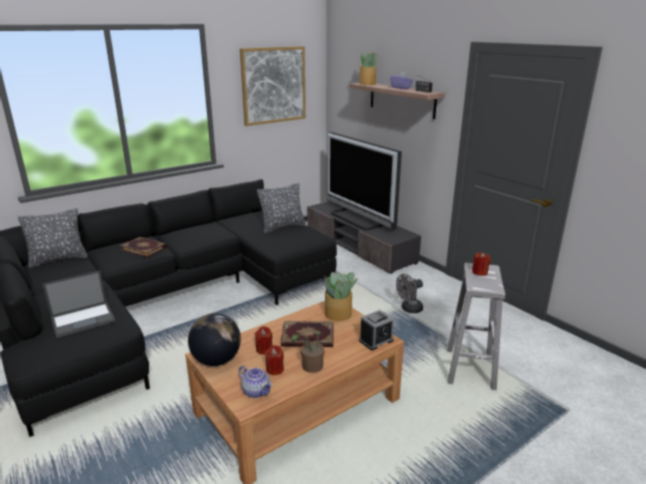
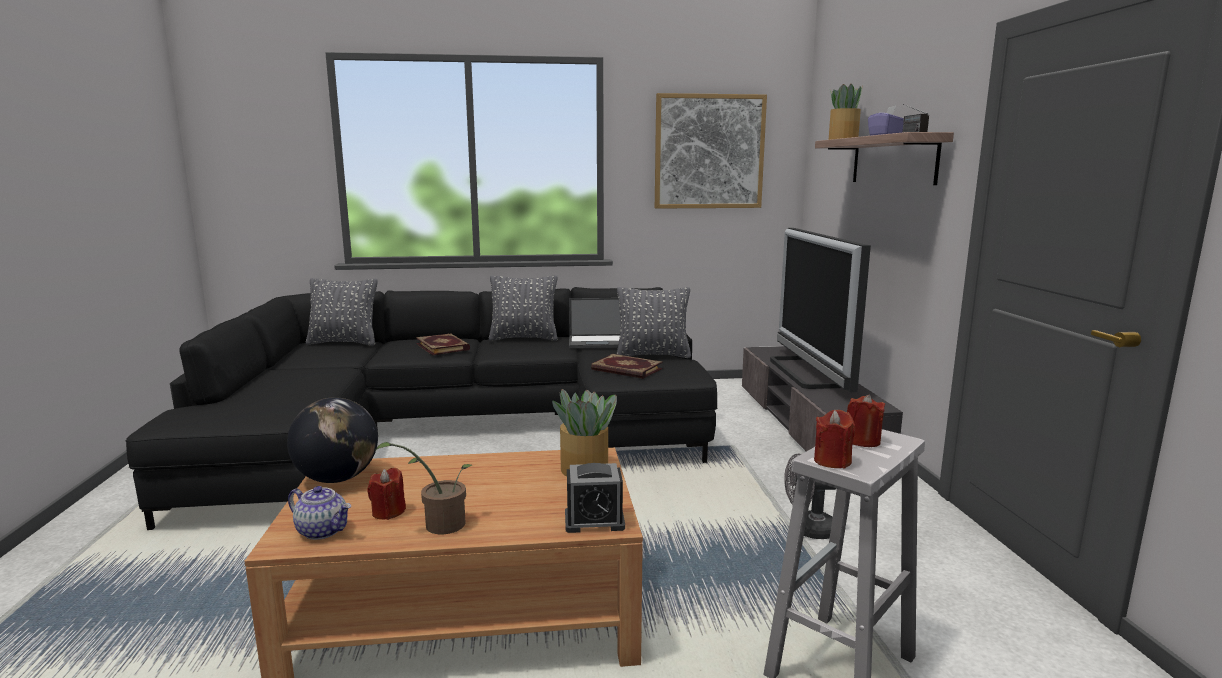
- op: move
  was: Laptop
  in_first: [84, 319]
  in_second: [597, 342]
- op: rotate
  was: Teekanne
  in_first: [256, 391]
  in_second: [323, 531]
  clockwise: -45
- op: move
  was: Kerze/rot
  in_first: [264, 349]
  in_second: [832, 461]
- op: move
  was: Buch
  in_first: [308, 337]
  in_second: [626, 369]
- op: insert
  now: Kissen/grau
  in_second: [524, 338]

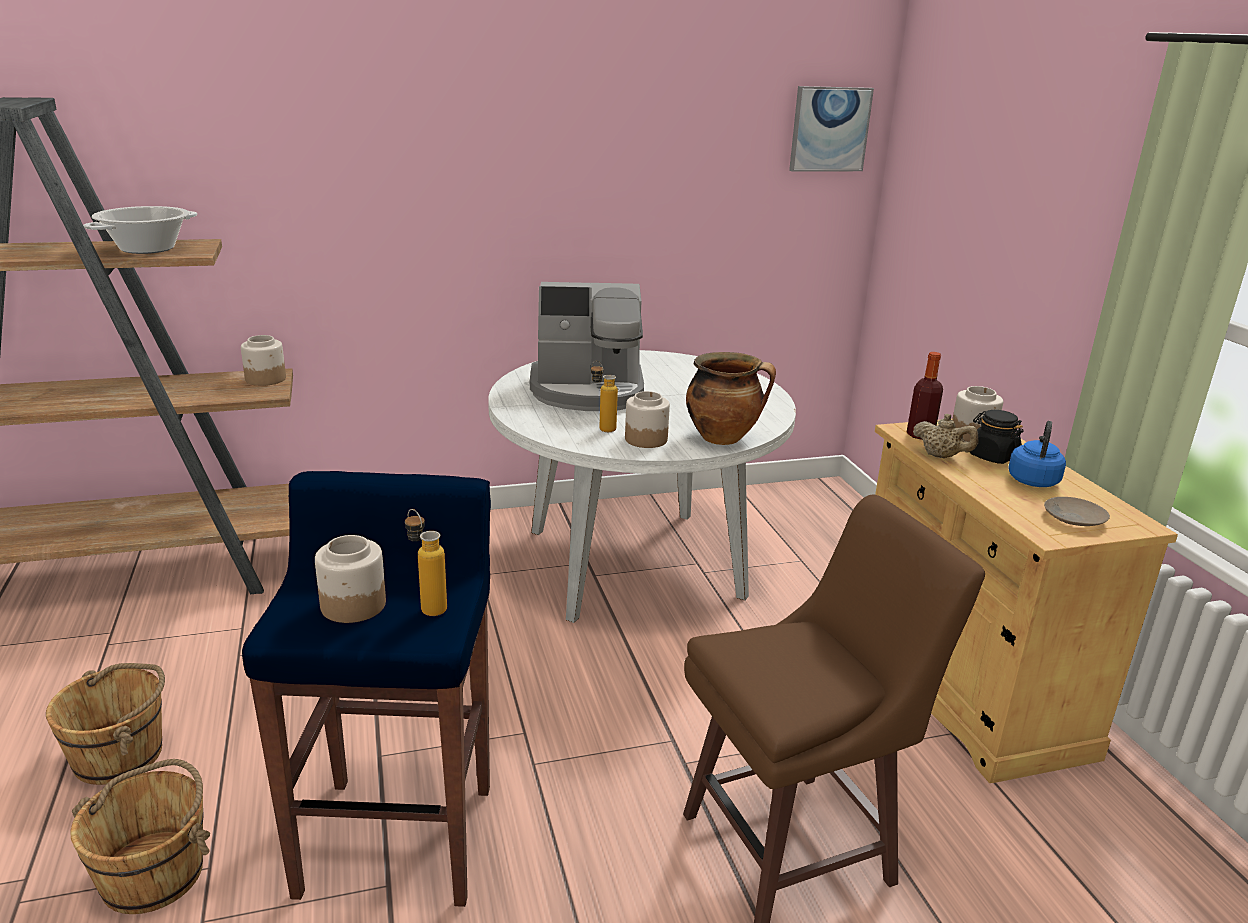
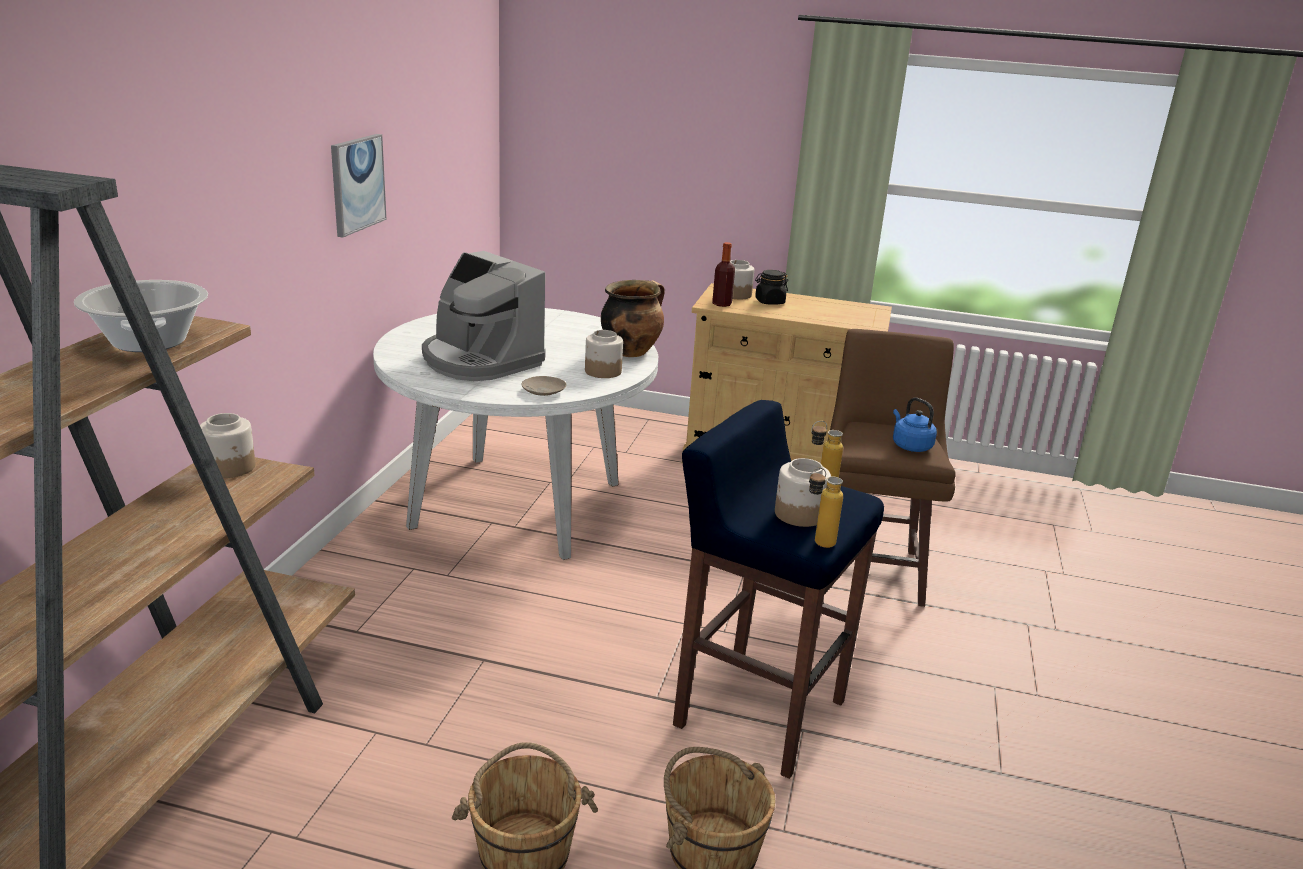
- op: rotate
  was: Kaffeemaschine
  in_first: [588, 391]
  in_second: [480, 360]
  clockwise: 105
- op: move
  was: Flasche
  in_first: [602, 427]
  in_second: [817, 544]
- op: move
  was: Bild
  in_first: [829, 129]
  in_second: [357, 184]
- op: delete
  was: Teekanne/beige
  in_first: [941, 456]
- op: move
  was: Wasserkessel/blau
  in_first: [1033, 480]
  in_second: [910, 446]
- op: move
  was: Teller/beige
  in_first: [1073, 518]
  in_second: [543, 391]

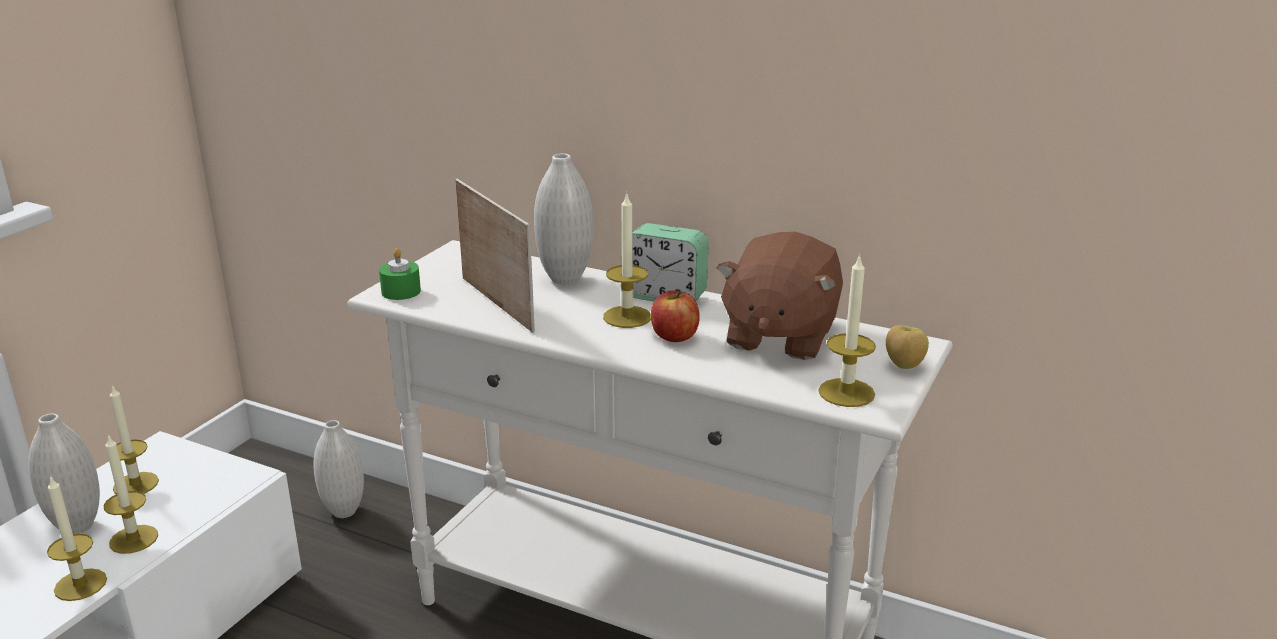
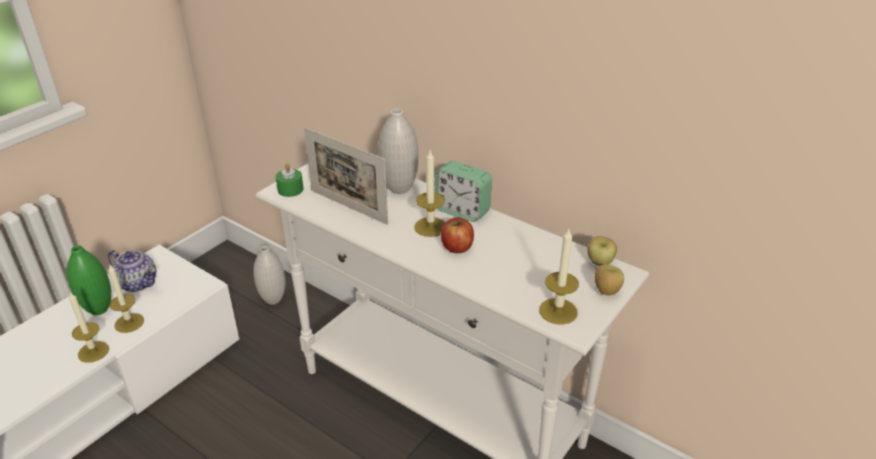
- op: recolor
  was: Vase/weiß
  now: Vase/grün
  in_first: [77, 526]
  in_second: [99, 309]
- op: replace
  was: Kerze
  now: Teekanne
  in_first: [136, 484]
  in_second: [137, 283]
- op: rotate
  was: Bilderrahmen
  in_first: [496, 304]
  in_second: [348, 207]
  clockwise: 150
- op: delete
  was: Plüschtier/braun
  in_first: [779, 336]
- op: insert
  now: Apfel
  in_second: [600, 263]

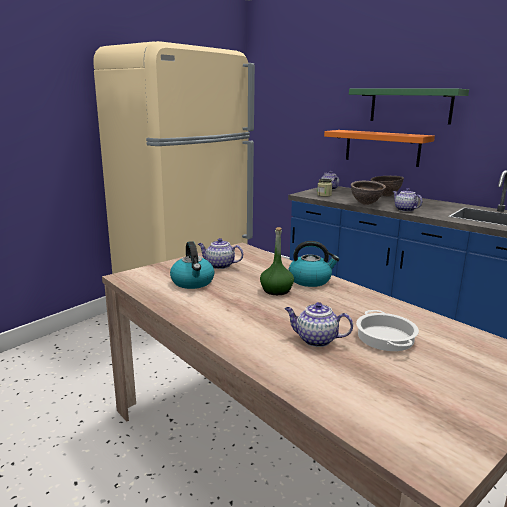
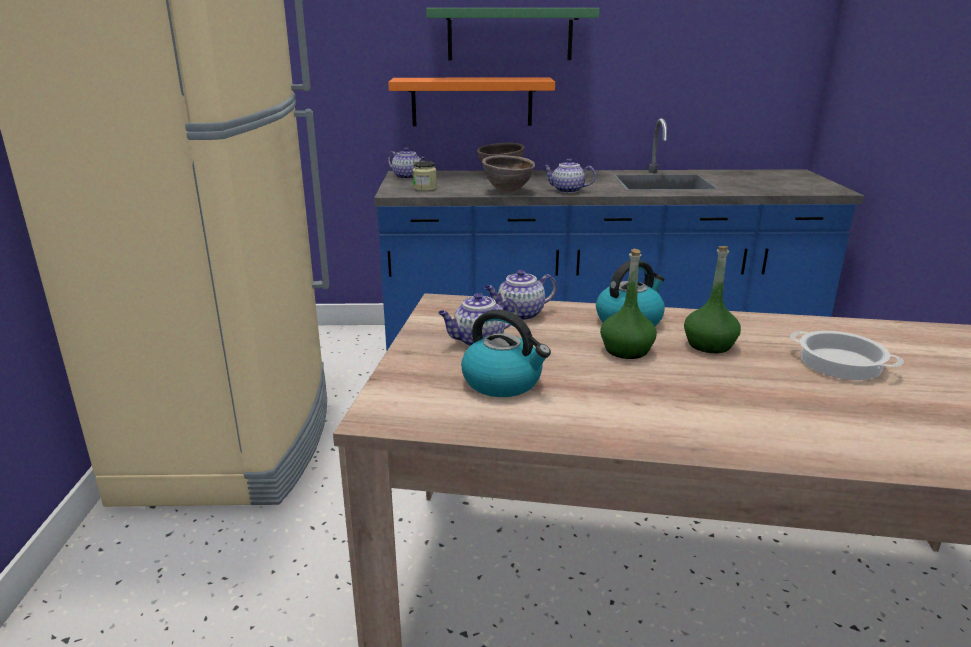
- op: move
  was: Teekanne
  in_first: [315, 340]
  in_second: [519, 314]
- op: insert
  now: Flasche/grün
  in_second: [709, 345]

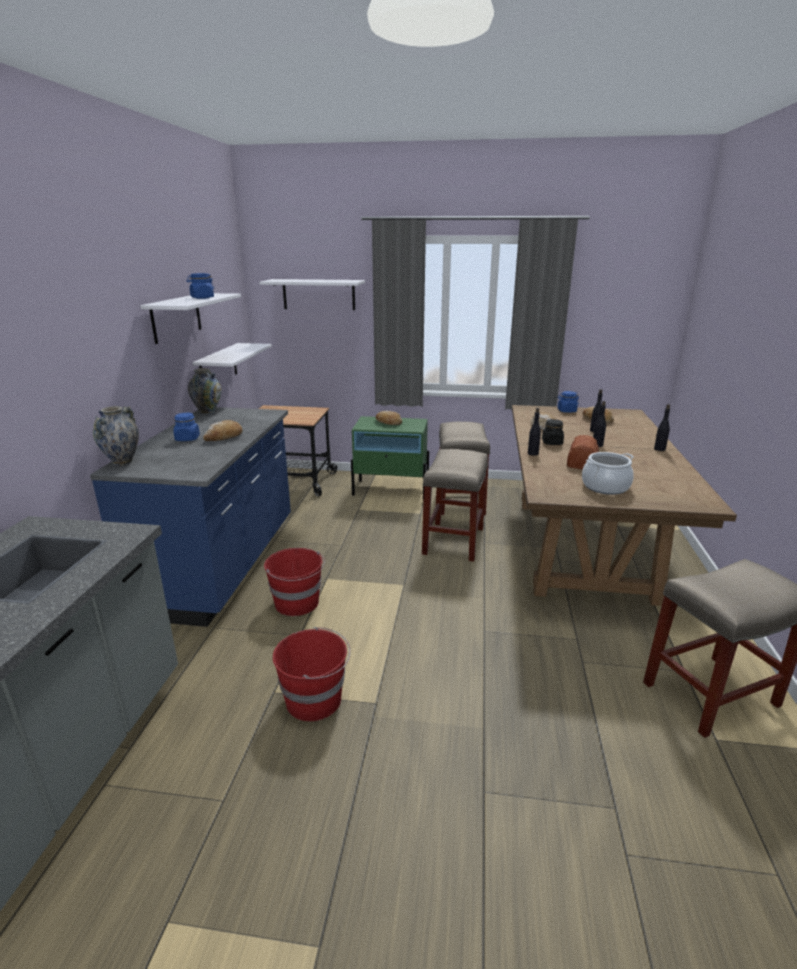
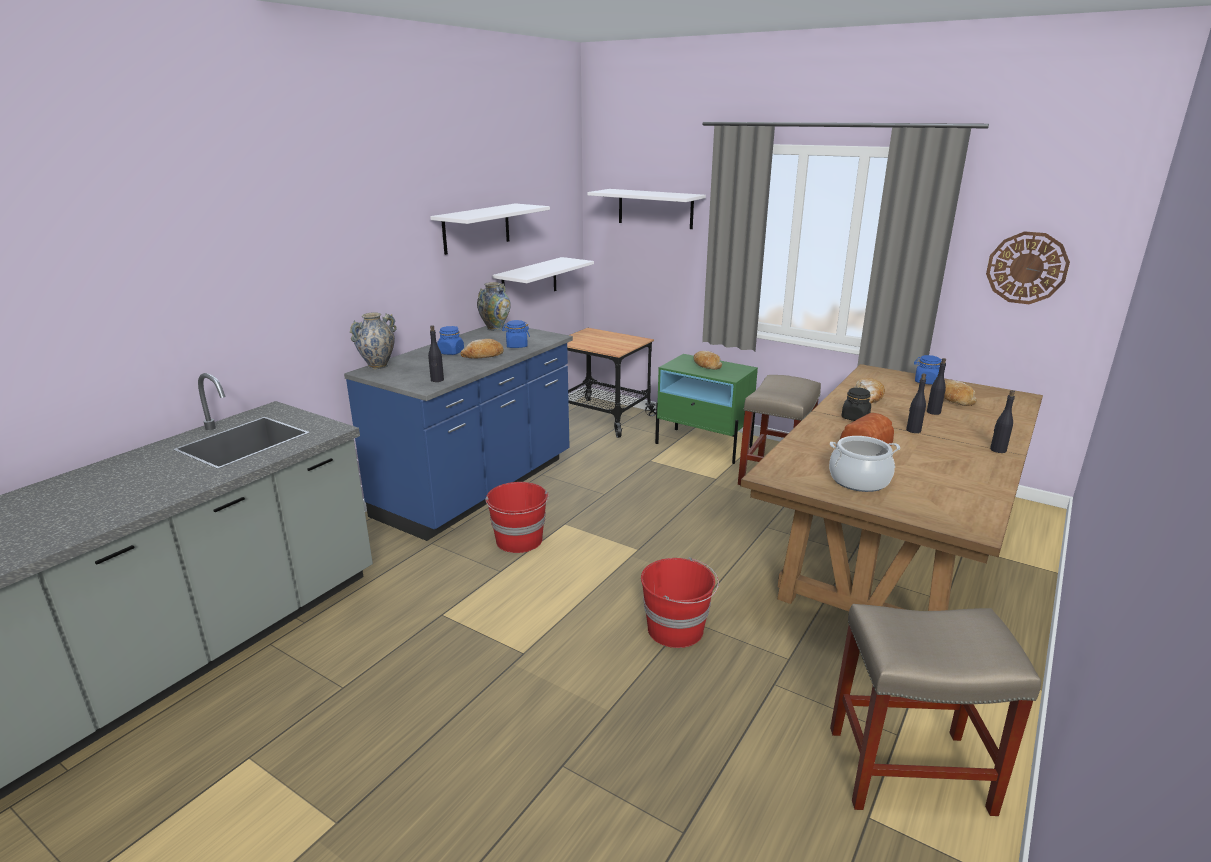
- op: move
  was: Vorratsglas/blau
  in_first: [202, 298]
  in_second: [516, 346]
- op: move
  was: Eimer/rot
  in_first: [315, 699]
  in_second: [676, 629]
- op: delete
  was: Hocker/beige
  in_first: [453, 540]
- op: move
  was: Flasche/schwarz
  in_first: [533, 453]
  in_second: [437, 380]
- op: insert
  now: Wanduhr
  in_second: [1026, 268]

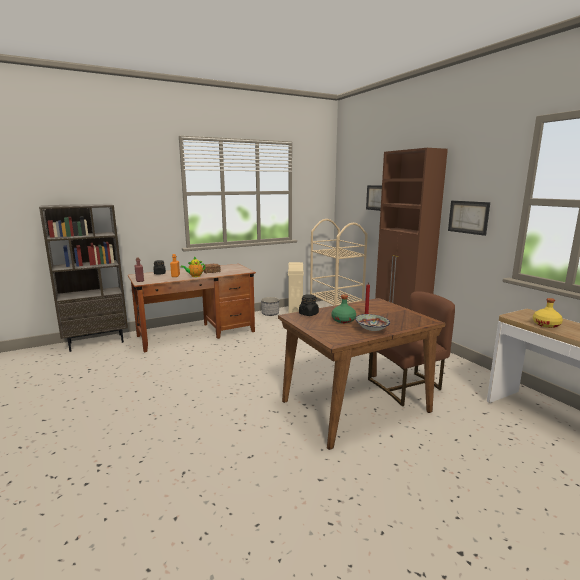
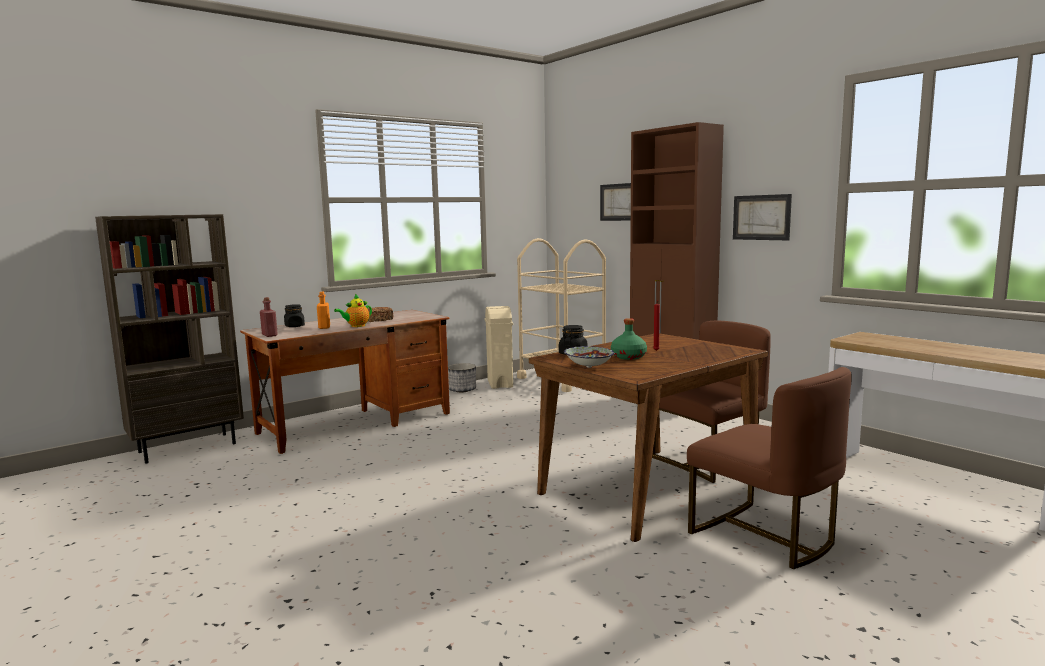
- op: move
  was: Schüssel
  in_first: [372, 330]
  in_second: [589, 367]
- op: delete
  was: Flasche/gelb
  in_first: [546, 324]
- op: insert
  now: Stuhl/braun
  in_second: [764, 536]

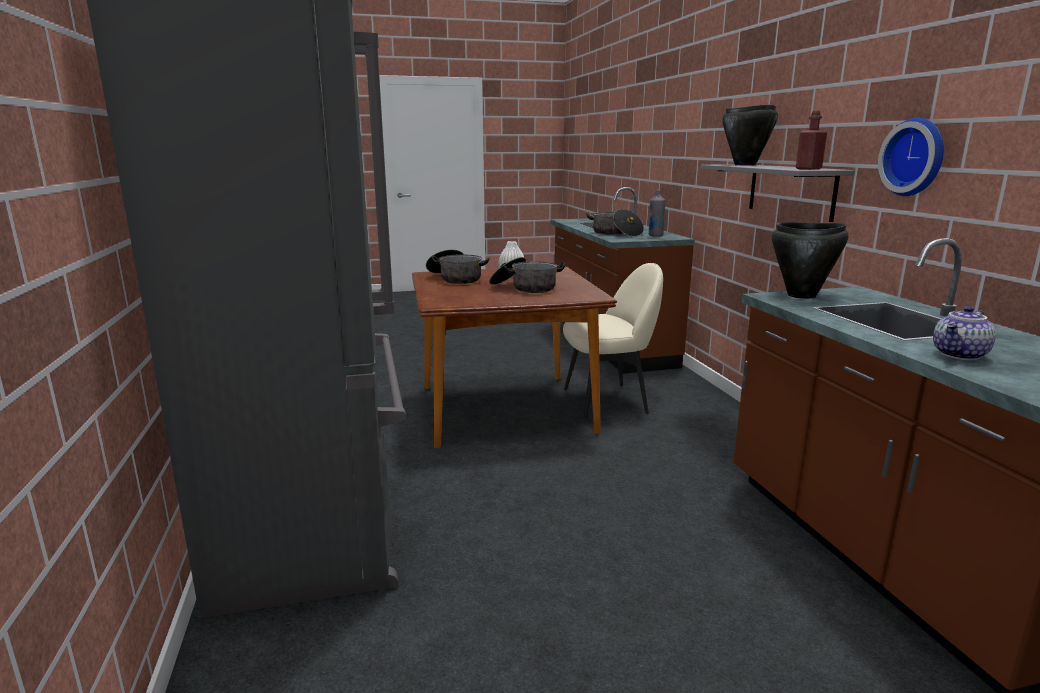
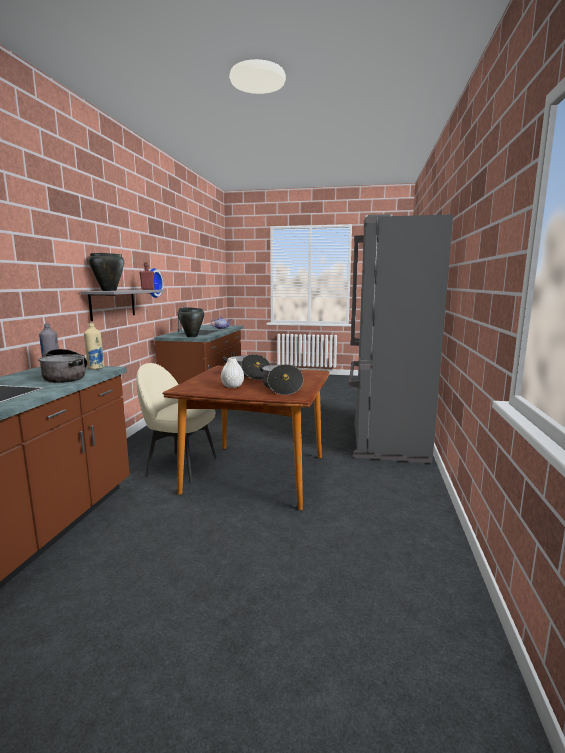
- op: insert
  now: Flasche/beige
  in_second: [96, 368]

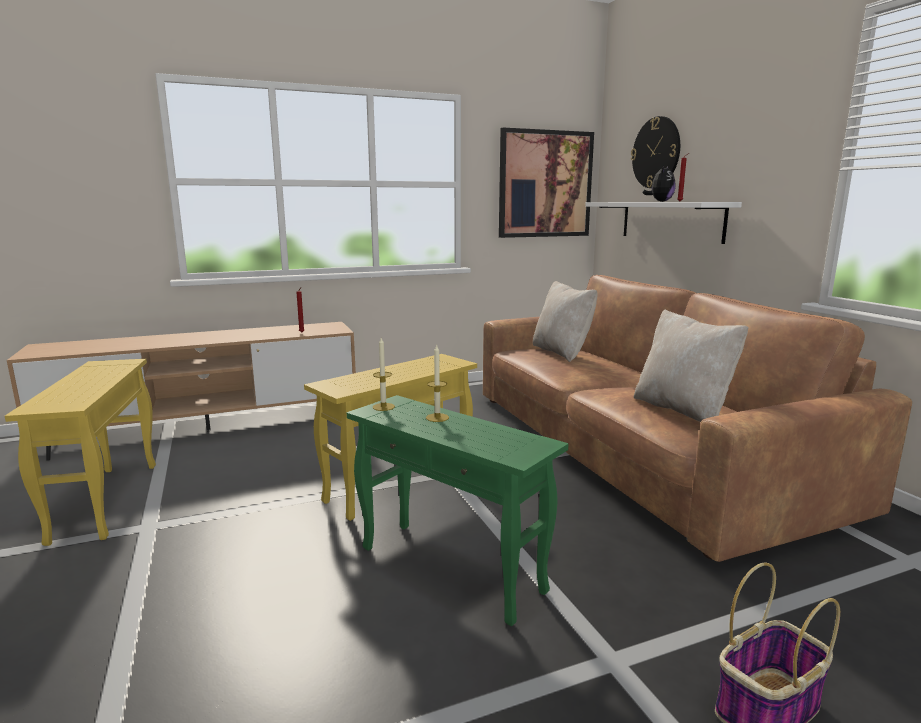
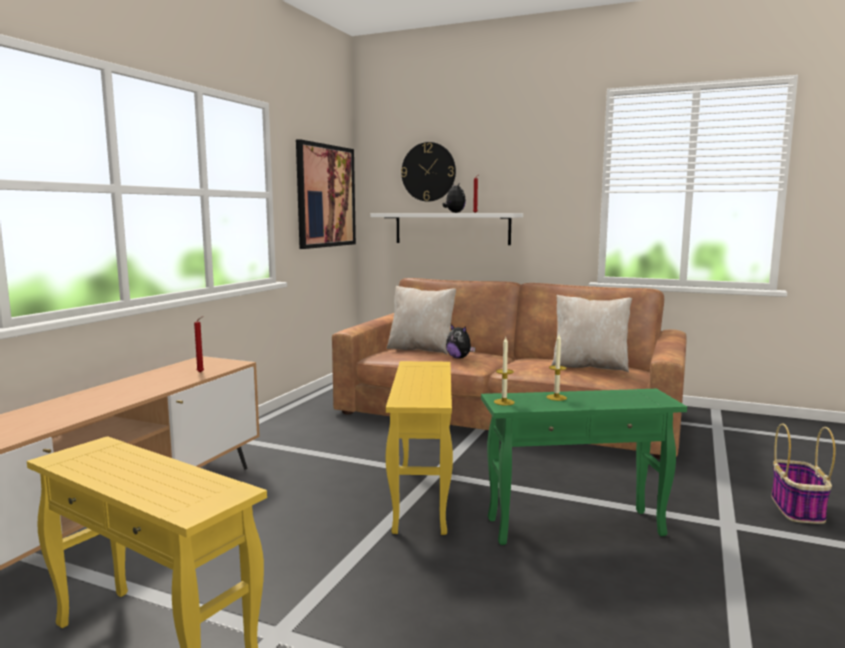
- op: insert
  now: Plüschtier
  in_second: [459, 358]

